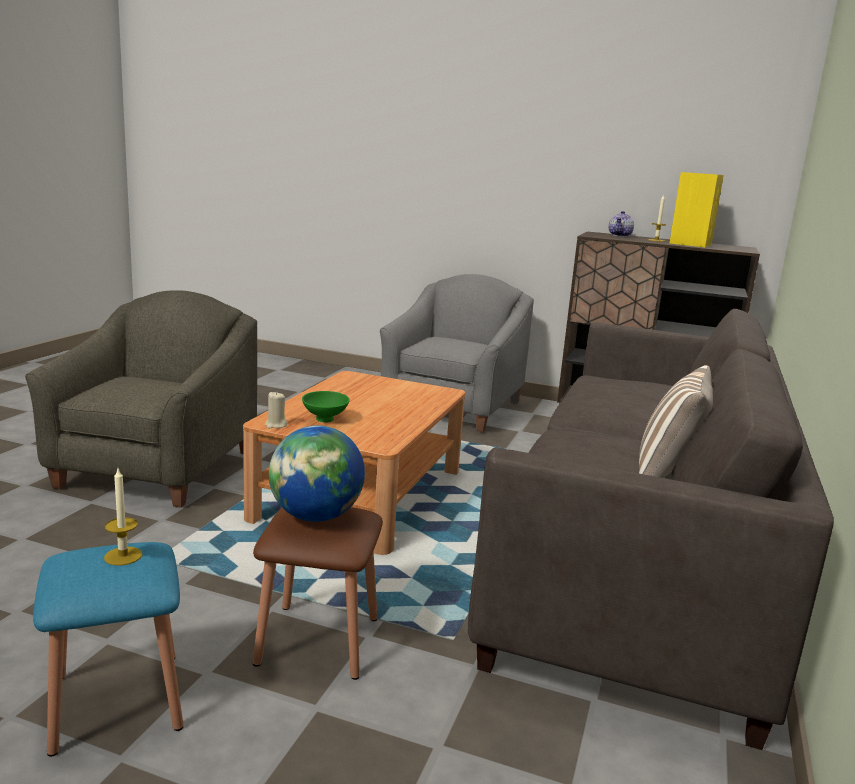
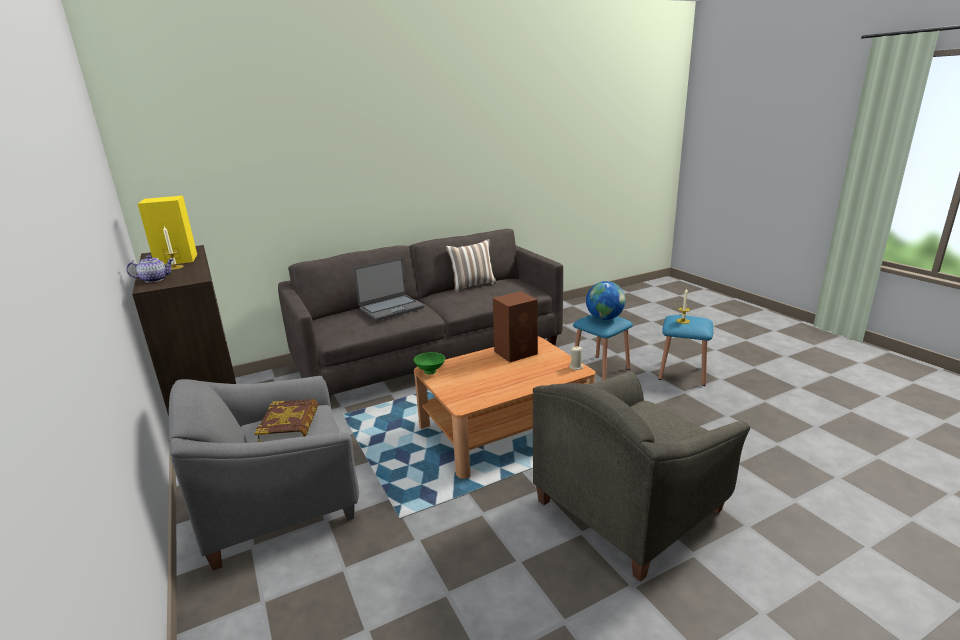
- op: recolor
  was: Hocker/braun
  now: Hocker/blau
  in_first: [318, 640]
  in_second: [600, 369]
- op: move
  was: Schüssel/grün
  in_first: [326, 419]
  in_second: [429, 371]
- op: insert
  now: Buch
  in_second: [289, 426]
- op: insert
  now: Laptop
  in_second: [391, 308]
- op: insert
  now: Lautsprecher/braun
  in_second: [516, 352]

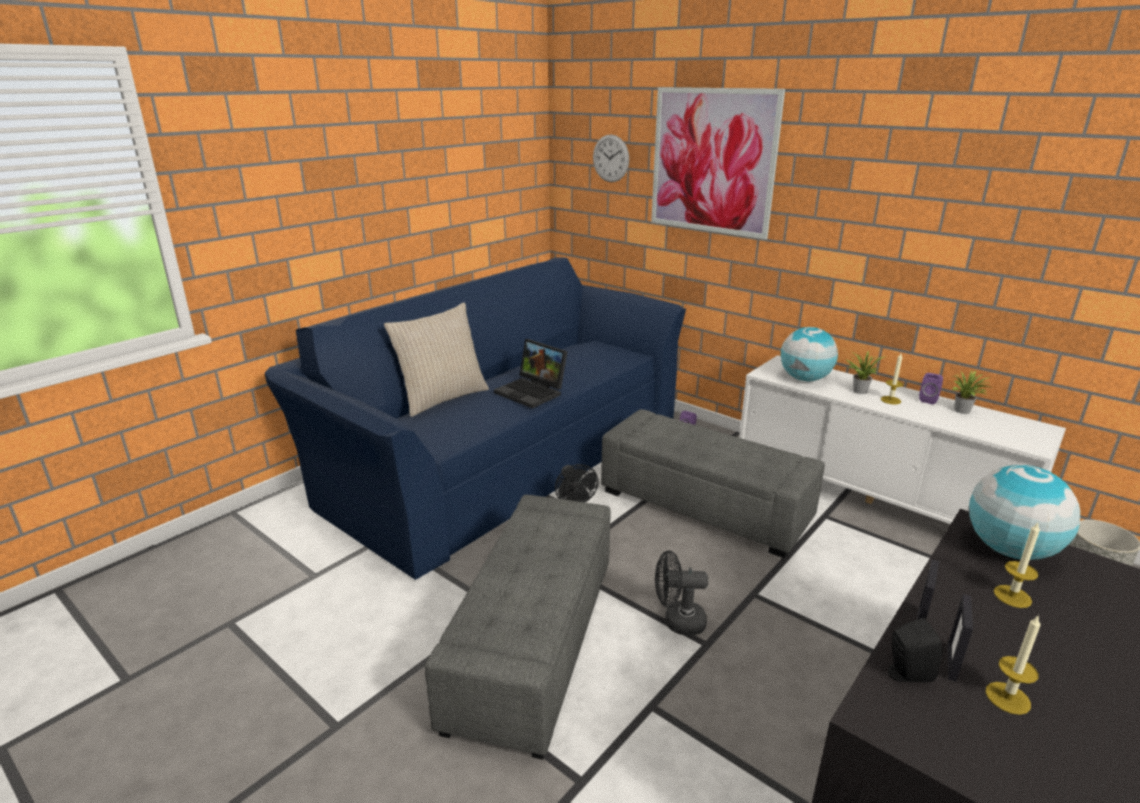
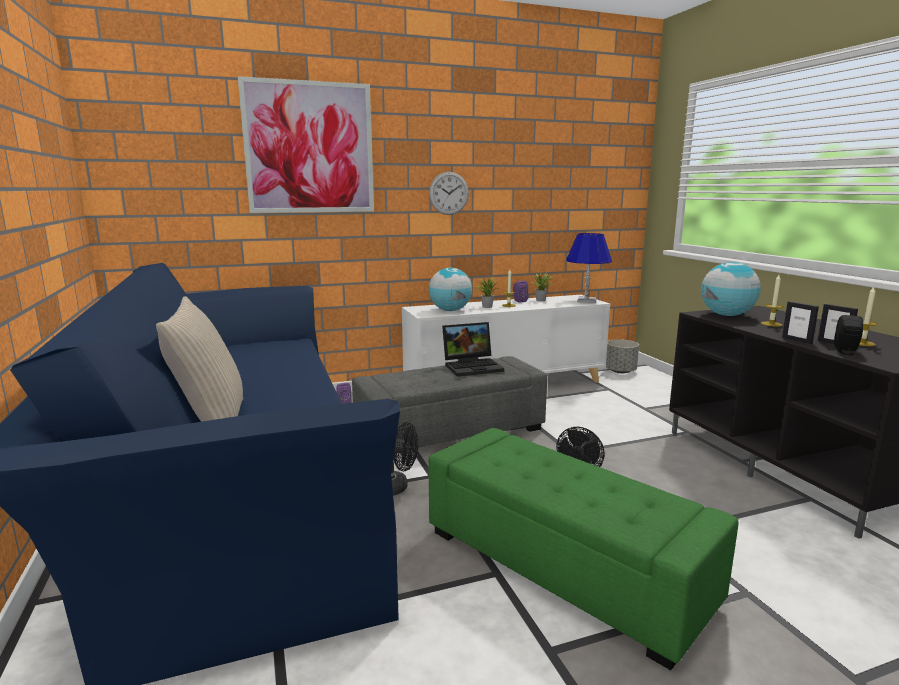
- op: recolor
  was: Polsterhocker/grau
  now: Polsterhocker/grün
  in_first: [534, 642]
  in_second: [563, 565]
- op: move
  was: Laptop
  in_first: [533, 392]
  in_second: [473, 366]
- op: move
  was: Wanduhr
  in_first: [611, 158]
  in_second: [448, 193]
- op: insert
  now: Tischlampe/blau
  in_second: [586, 301]

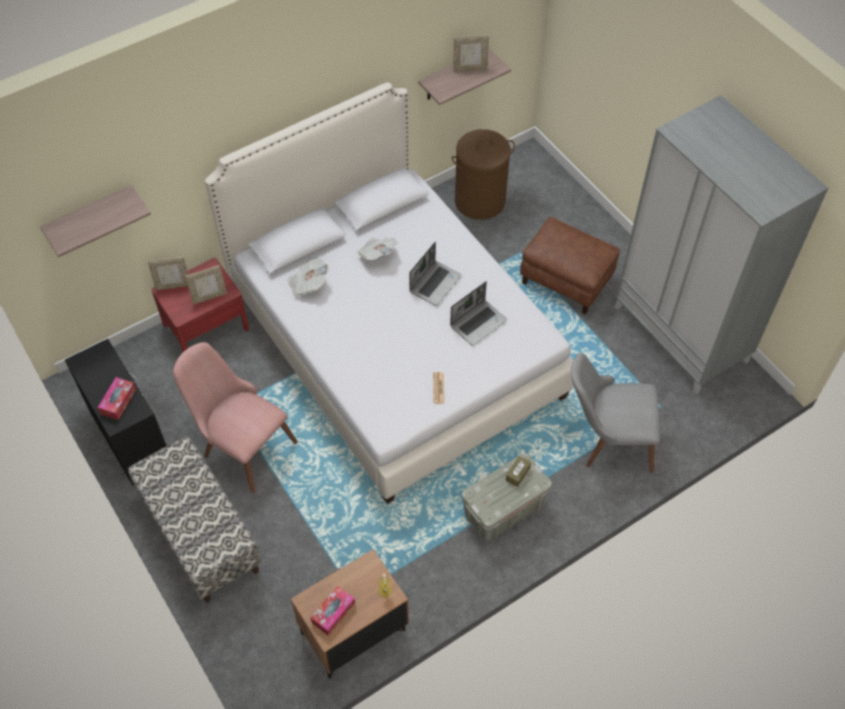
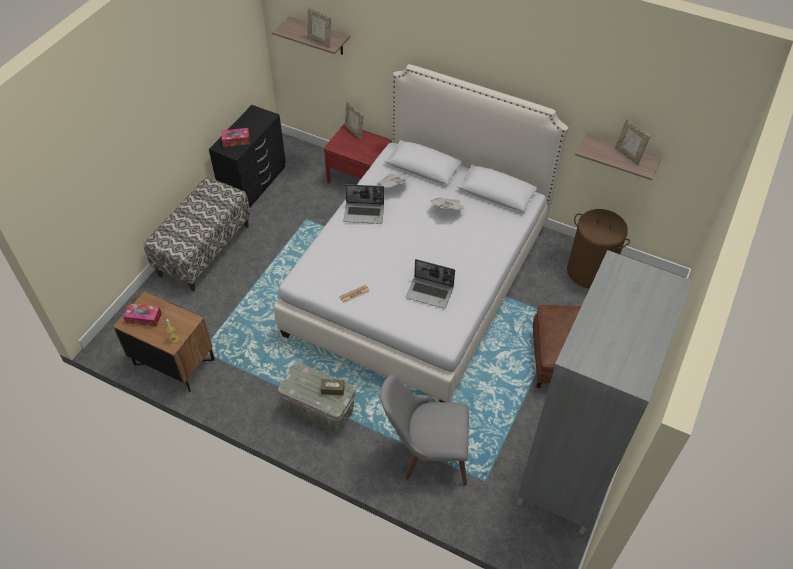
- op: delete
  was: Stuhl/rosa
  in_first: [241, 444]
- op: move
  was: Bilderrahmen
  in_first: [209, 296]
  in_second: [320, 41]
- op: move
  was: Laptop
  in_first: [435, 283]
  in_second: [364, 213]
- op: rotate
  was: Stuhl/grau
  in_first: [606, 439]
  in_second: [426, 453]
  clockwise: -60

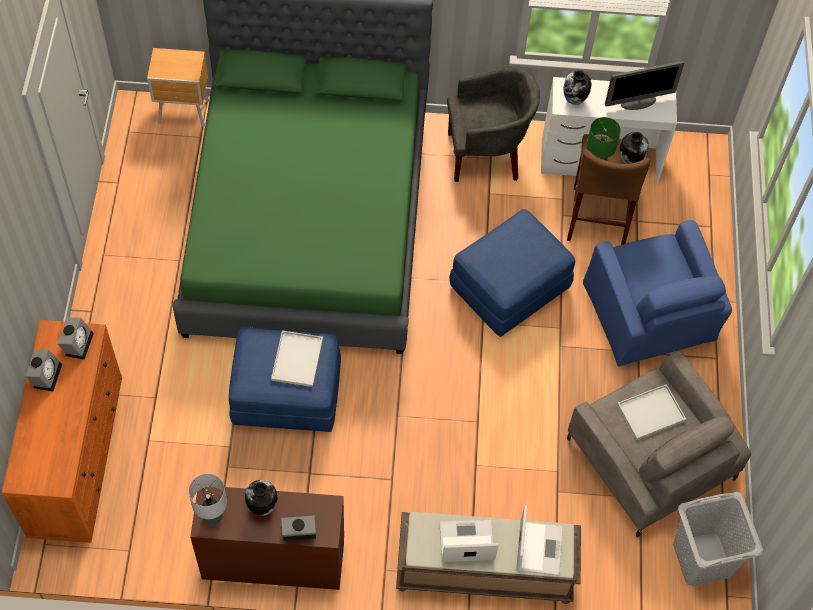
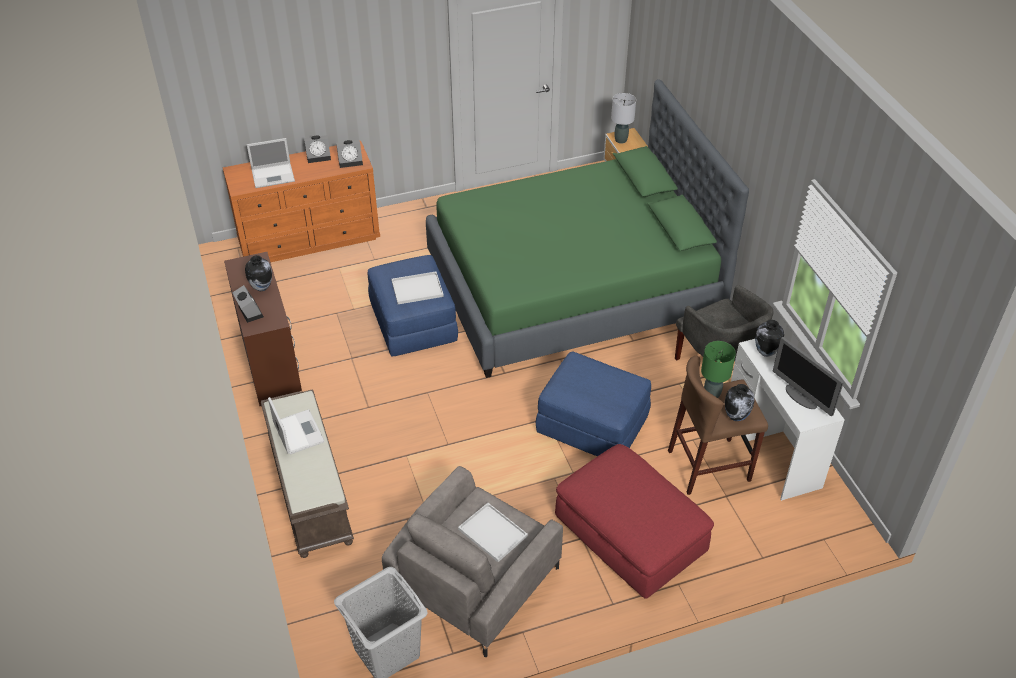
- op: move
  was: Tischlampe/grau
  in_first: [213, 517]
  in_second: [621, 140]
- op: move
  was: Laptop
  in_first: [539, 547]
  in_second: [274, 175]
- op: replace
  was: Sessel/blau
  now: Polsterhocker/rot
  in_first: [649, 313]
  in_second: [629, 535]

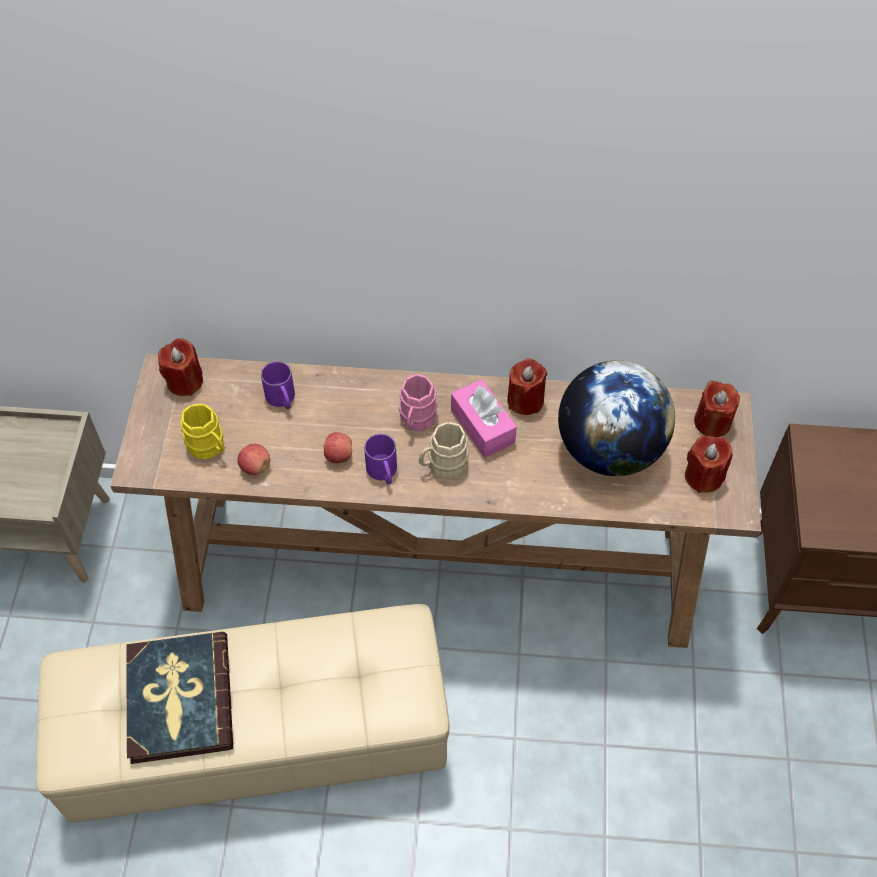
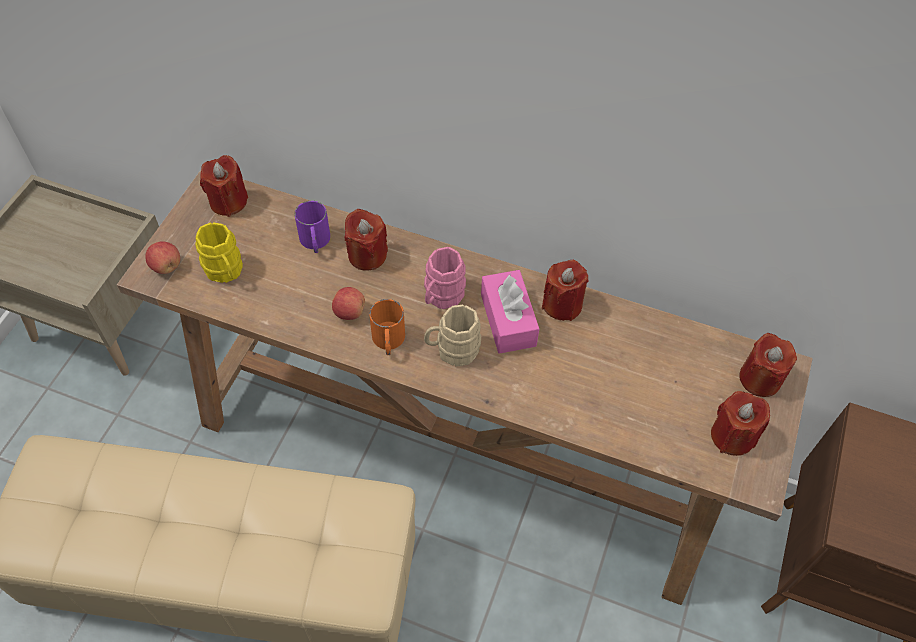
- op: delete
  was: Buch
  in_first: [179, 699]
- op: move
  was: Apfel
  in_first: [255, 467]
  in_second: [166, 266]
- op: recolor
  was: Henkelbecher/lila
  now: Henkelbecher/orange
  in_first: [383, 472]
  in_second: [388, 341]
- op: delete
  was: Globus
  in_first: [609, 450]
- op: insert
  now: Kerze/rot
  in_second: [367, 255]

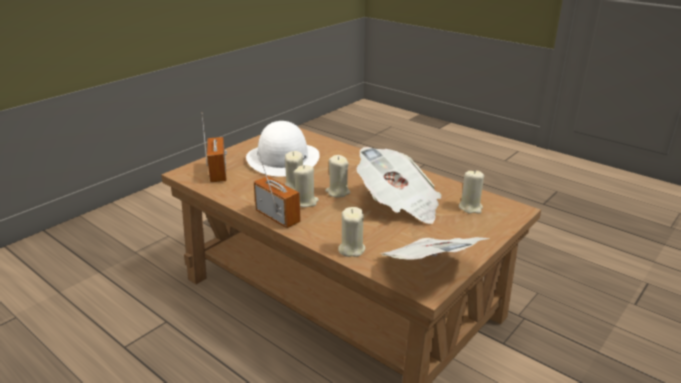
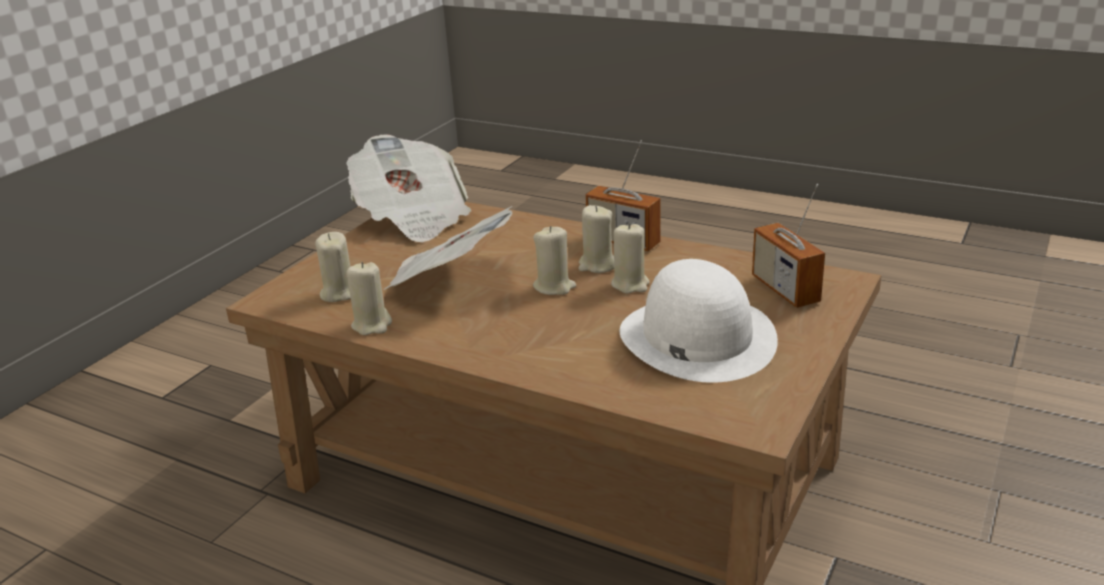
- op: move
  was: Kerze/beige
  in_first: [351, 249]
  in_second: [372, 325]

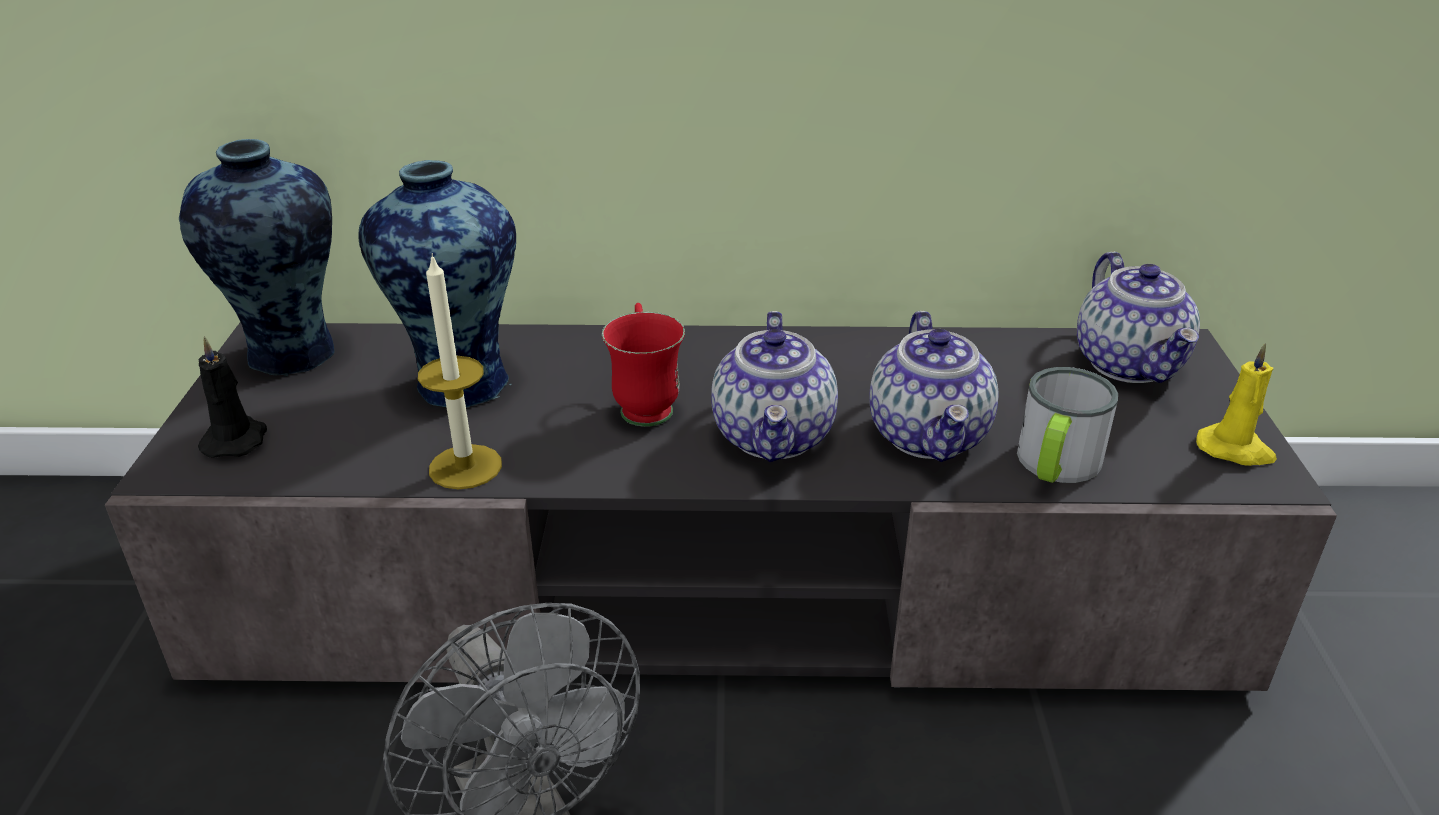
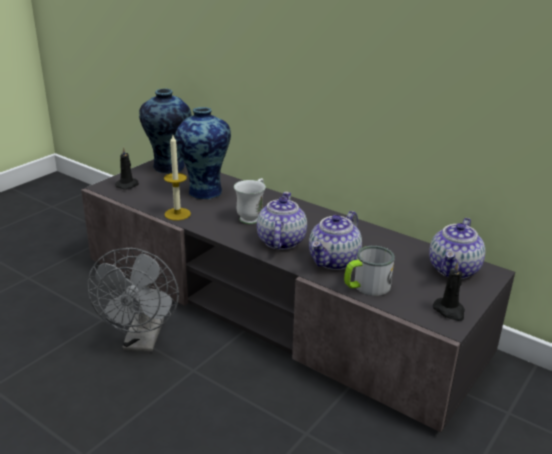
- op: recolor
  was: Henkelbecher/rot
  now: Henkelbecher/weiß
  in_first: [645, 404]
  in_second: [252, 217]
- op: rotate
  was: Teekanne
  in_first: [775, 437]
  in_second: [280, 241]
  clockwise: 150
- op: recolor
  was: Kerze/gelb
  now: Kerze/schwarz
  in_first: [1235, 450]
  in_second: [449, 311]

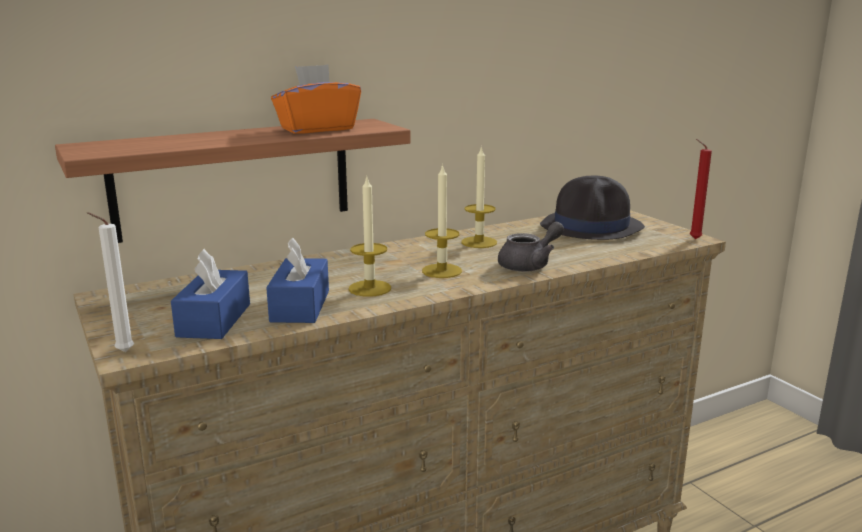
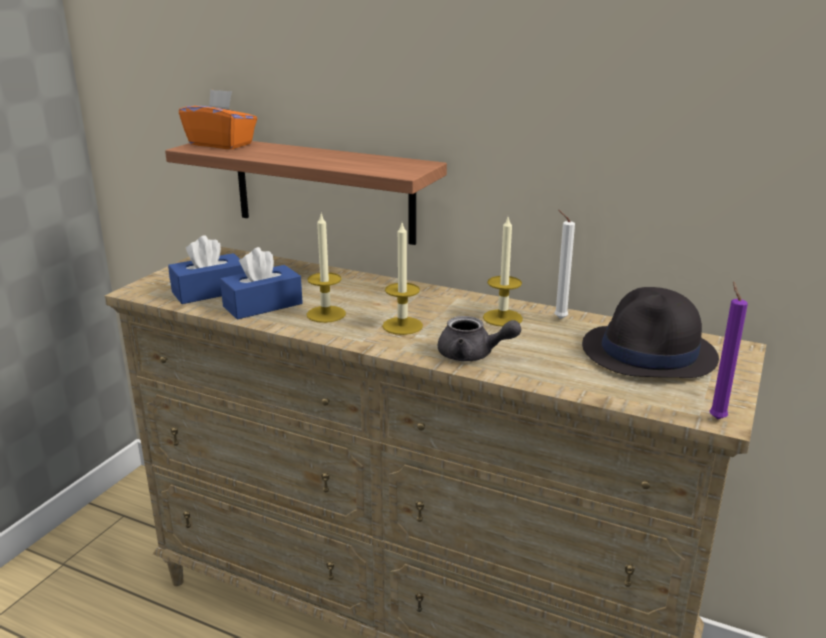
- op: move
  was: Kerze/weiß
  in_first: [122, 352]
  in_second: [558, 318]
- op: move
  was: Taschentuchbox/orange
  in_first: [317, 129]
  in_second: [221, 144]
- op: recolor
  was: Kerze/rot
  now: Kerze/lila
  in_first: [693, 239]
  in_second: [716, 417]

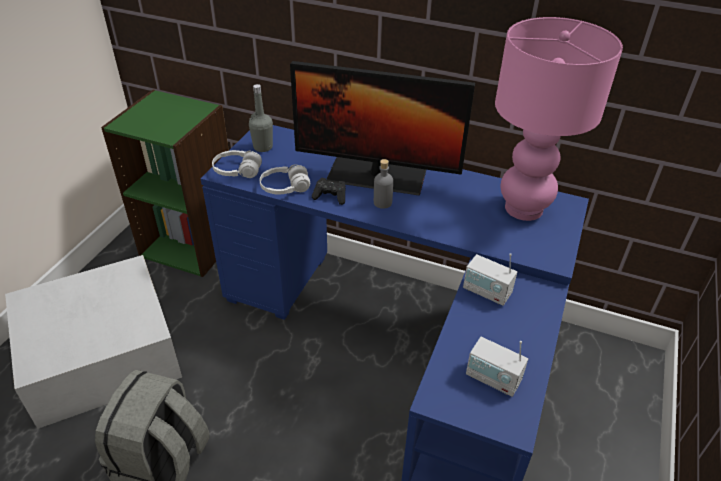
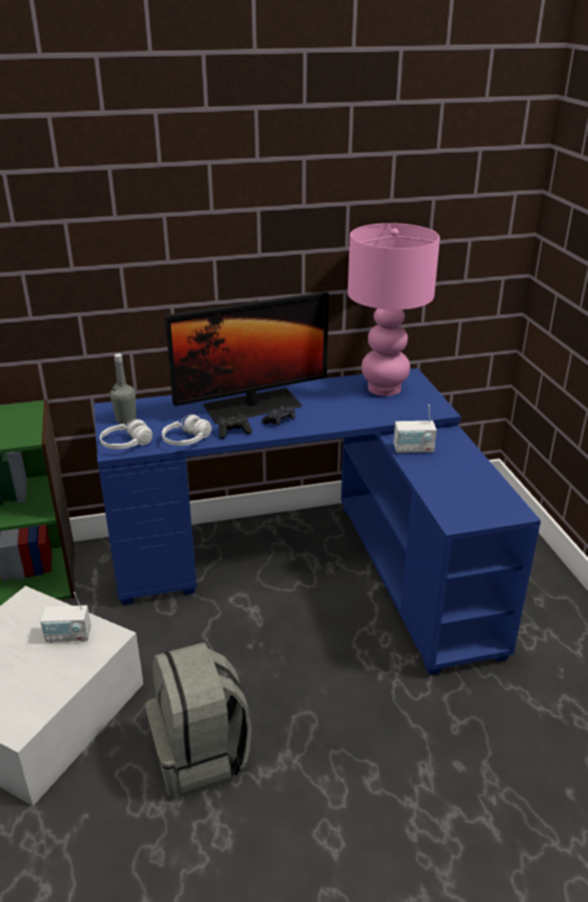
- op: replace
  was: Flasche/grau
  now: Gamepad/schwarz
  in_first: [382, 203]
  in_second: [280, 421]
- op: move
  was: Radio
  in_first: [493, 379]
  in_second: [68, 636]

